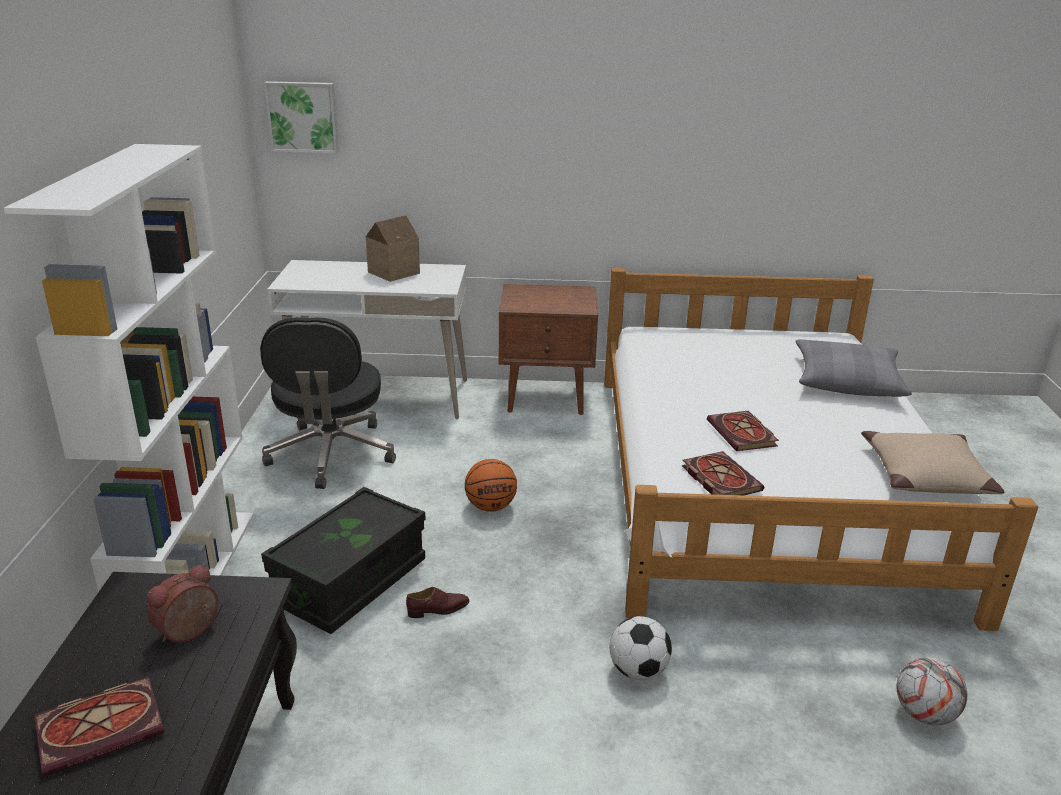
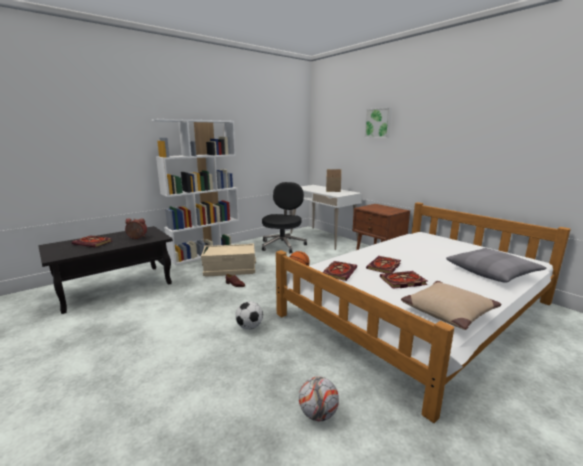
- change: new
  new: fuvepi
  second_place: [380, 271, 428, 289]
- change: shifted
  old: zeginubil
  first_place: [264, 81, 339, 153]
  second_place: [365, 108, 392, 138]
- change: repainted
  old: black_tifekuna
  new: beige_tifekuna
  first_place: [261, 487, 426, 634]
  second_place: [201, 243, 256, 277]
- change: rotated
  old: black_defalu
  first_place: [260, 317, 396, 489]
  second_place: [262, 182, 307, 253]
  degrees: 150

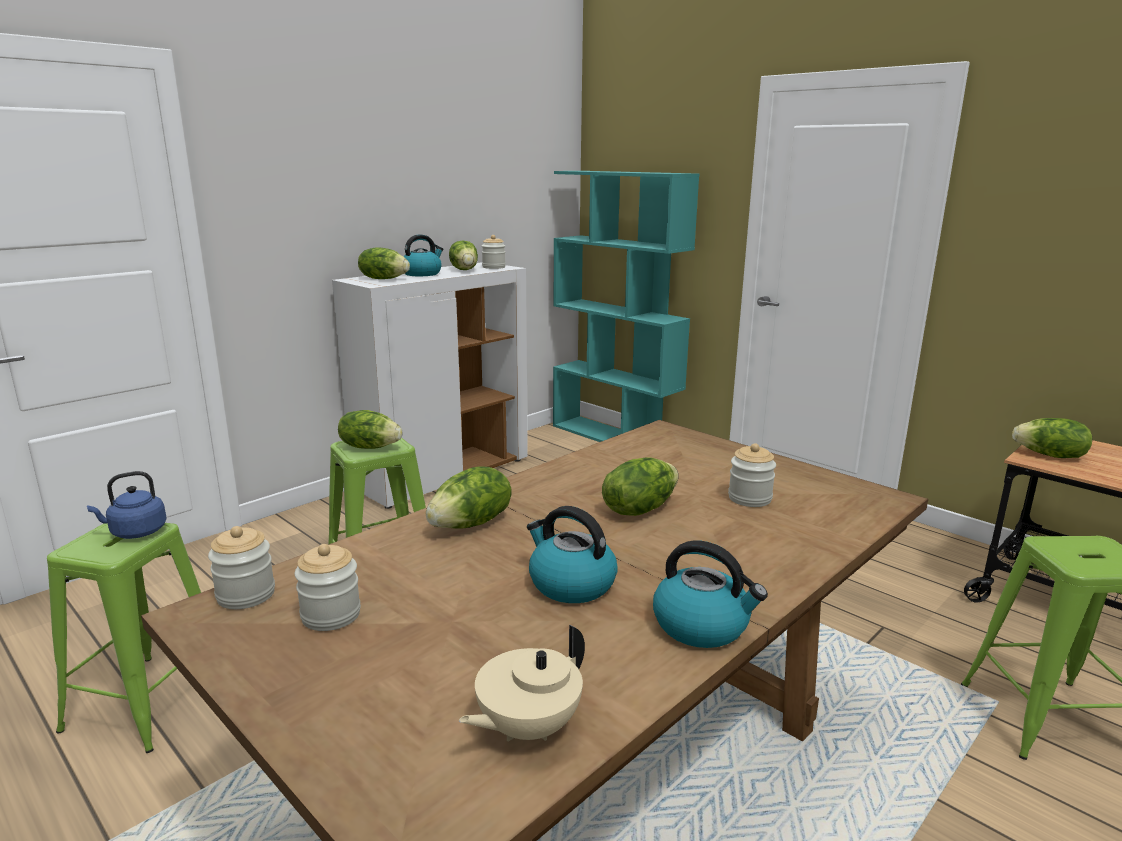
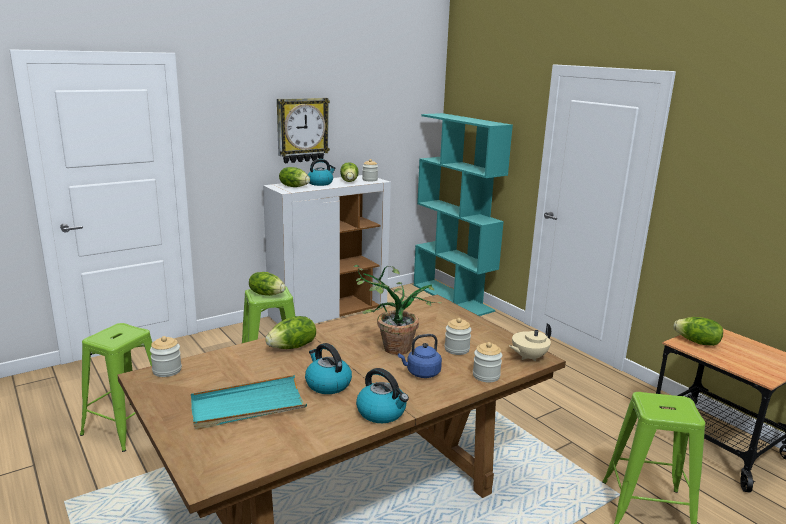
- change: new
  new: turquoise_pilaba
  second_place: [190, 375, 307, 430]
- change: new
  new: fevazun
  second_place: [277, 98, 330, 163]
- change: shifted
  old: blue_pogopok
  first_place: [87, 471, 167, 539]
  second_place: [398, 334, 442, 378]
- change: shifted
  old: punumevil
  first_place: [295, 544, 361, 631]
  second_place: [473, 342, 502, 382]
- change: shifted
  old: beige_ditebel
  first_place: [459, 625, 585, 742]
  second_place: [509, 323, 551, 361]
- change: swapped
  old: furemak
  new: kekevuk
  first_place: [602, 457, 679, 516]
  second_place: [353, 265, 441, 355]

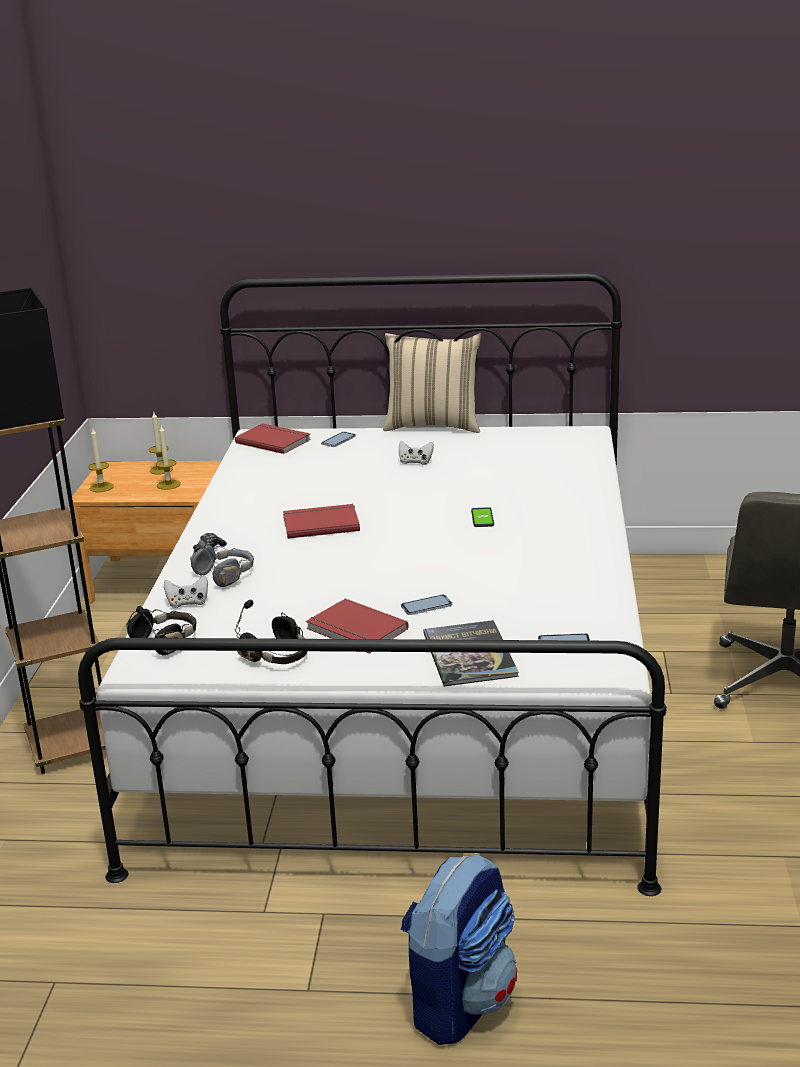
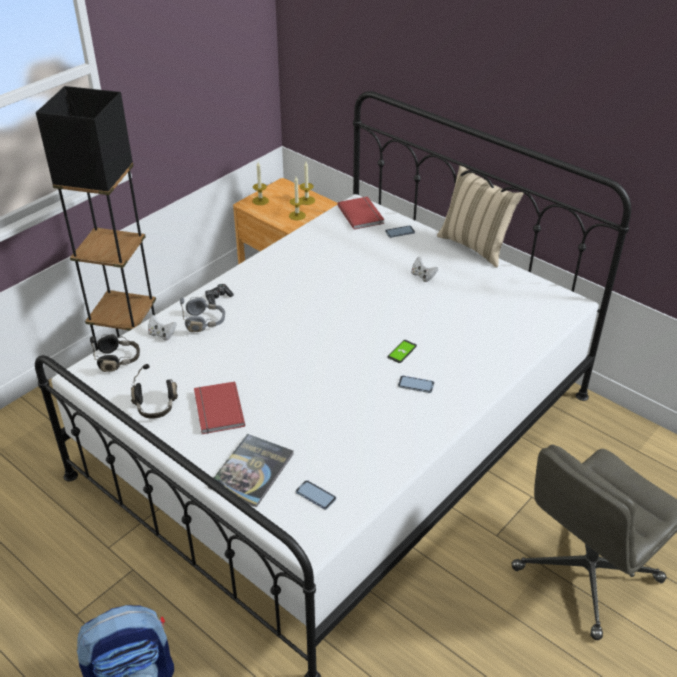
- change: gone
  old: red_fuvepi
  first_place: [283, 504, 360, 539]
- change: shifted
  old: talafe
  first_place: [401, 594, 452, 615]
  second_place: [398, 376, 434, 393]

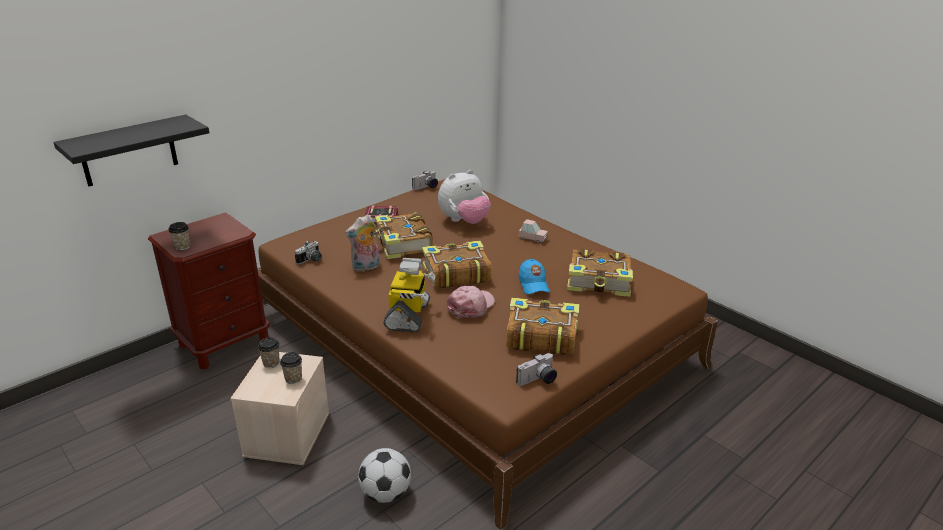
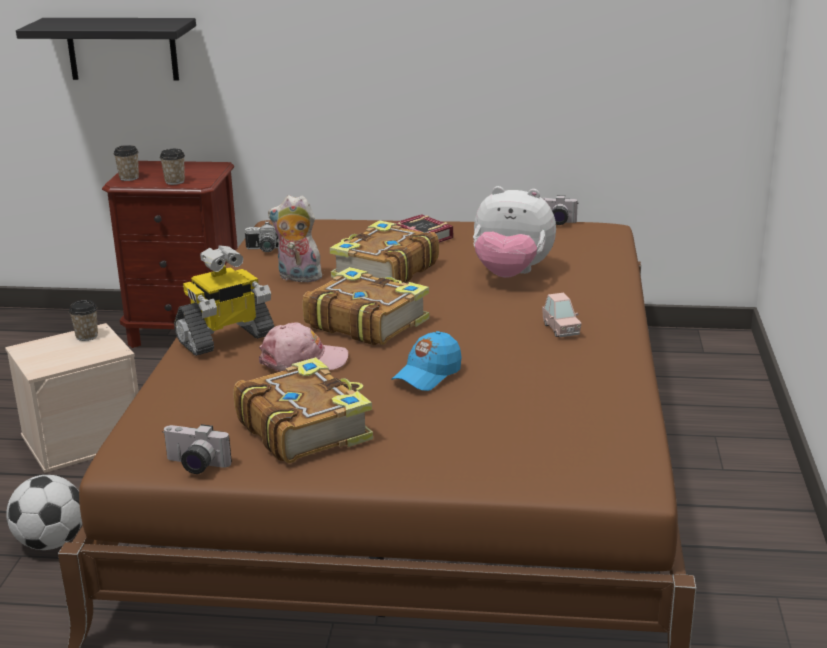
- change: gone
  old: fuvepi
  first_place: [567, 248, 633, 297]
- change: shifted
  old: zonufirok
  first_place: [280, 352, 302, 384]
  second_place: [160, 149, 185, 185]

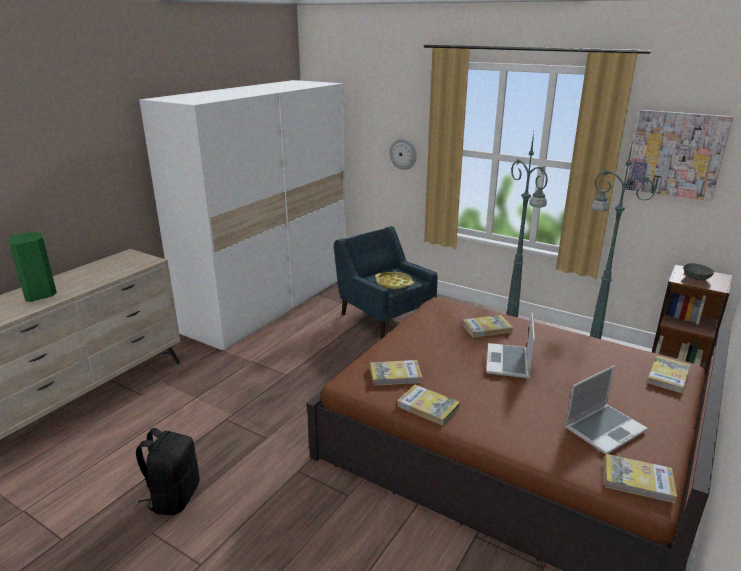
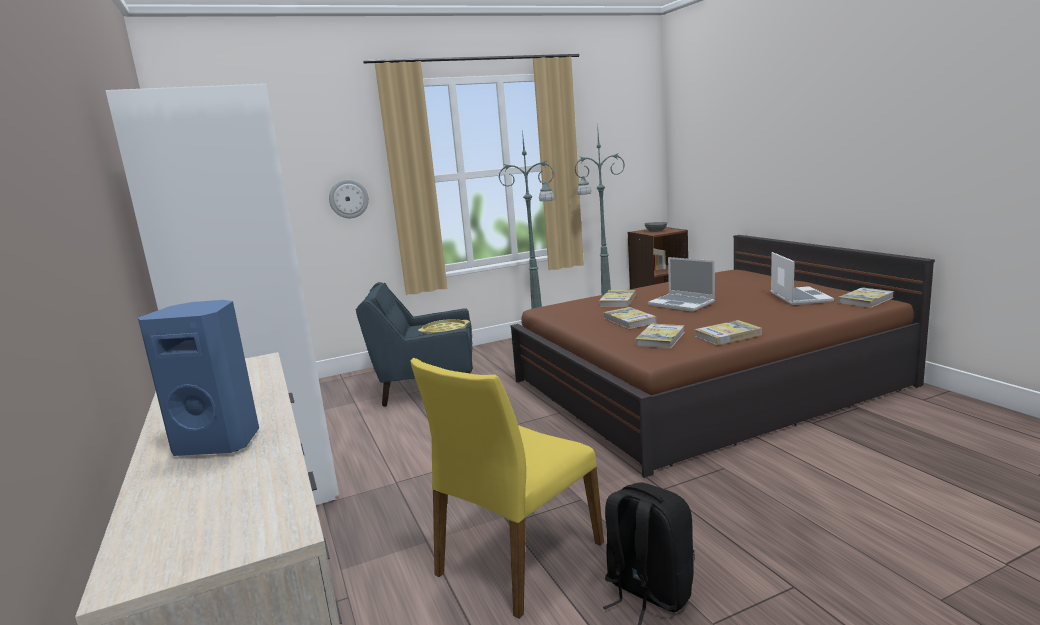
- change: gone
  old: zeginubil
  first_place: [625, 110, 733, 201]
- change: new
  new: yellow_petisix
  second_place: [411, 358, 604, 618]
- change: shifted
  old: fuvepi
  first_place: [647, 356, 690, 393]
  second_place: [603, 307, 657, 329]
- change: repainted
  old: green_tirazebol
  new: blue_tirazebol
  first_place: [9, 232, 57, 302]
  second_place: [138, 300, 259, 456]

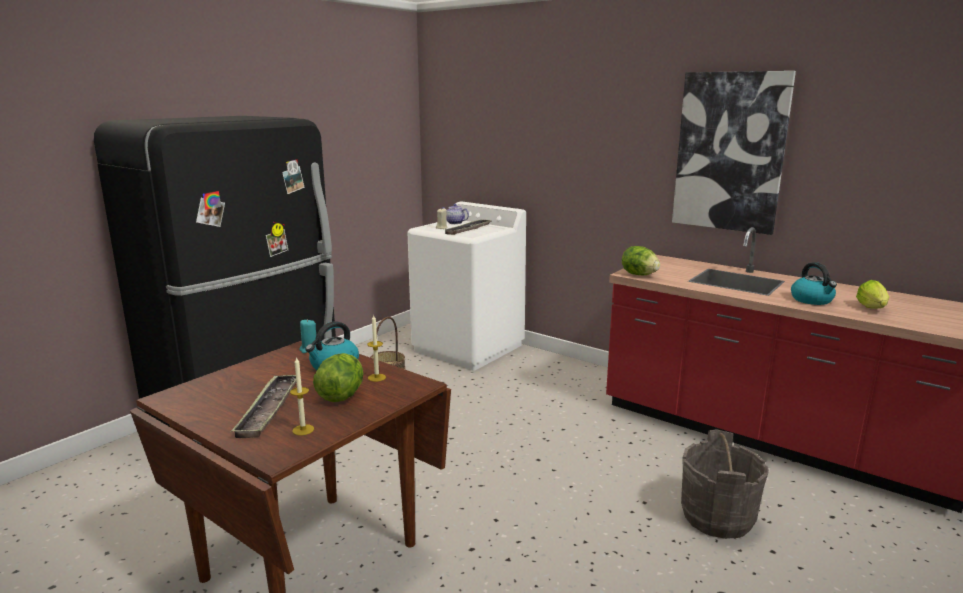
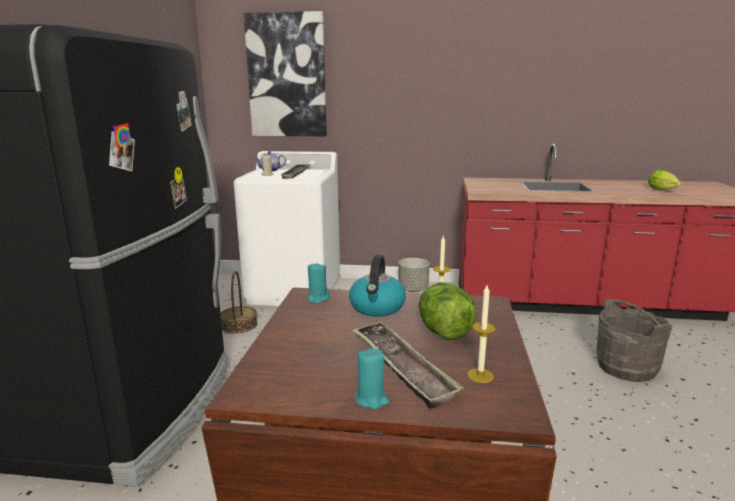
- change: gone
  old: furemak
  first_place: [622, 246, 660, 275]
- change: gone
  old: pogopok
  first_place: [791, 262, 837, 305]
- change: new
  new: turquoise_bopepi
  second_place: [355, 348, 389, 409]
- change: new
  new: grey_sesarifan
  second_place: [398, 258, 430, 292]
- change: shifted
  old: zeginubil
  first_place: [672, 71, 796, 235]
  second_place: [244, 11, 327, 136]

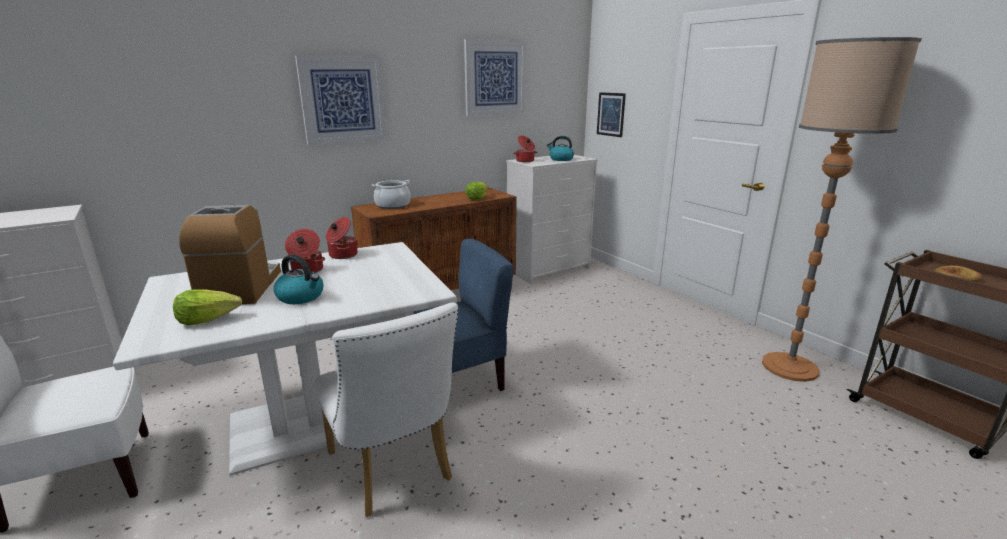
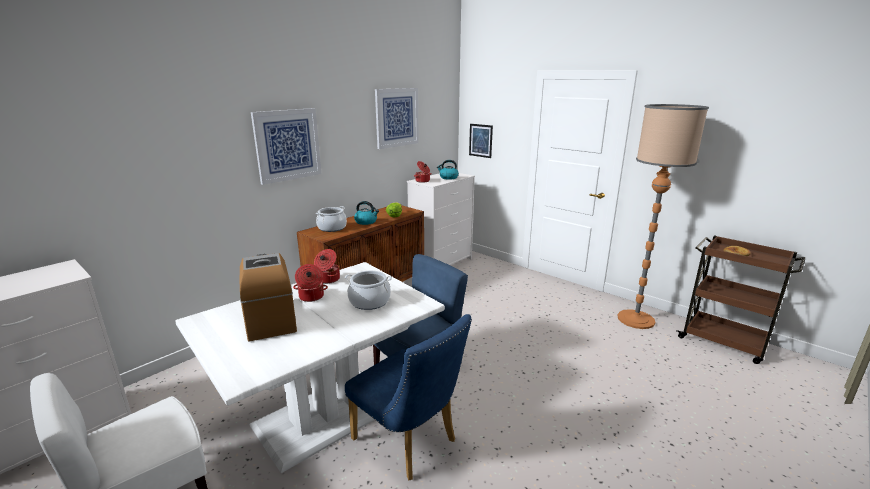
- change: gone
  old: furemak
  first_place: [173, 290, 242, 325]
- change: new
  new: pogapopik
  second_place: [345, 270, 392, 310]
- change: shifted
  old: pogopok
  first_place: [274, 254, 323, 304]
  second_place: [354, 201, 379, 225]
- change: repainted
  old: white_petisix
  new: blue_petisix
  first_place: [314, 303, 458, 517]
  second_place: [345, 314, 472, 481]

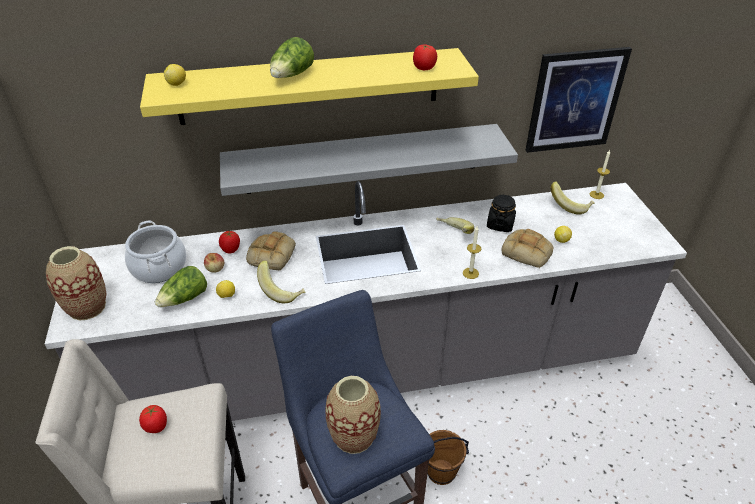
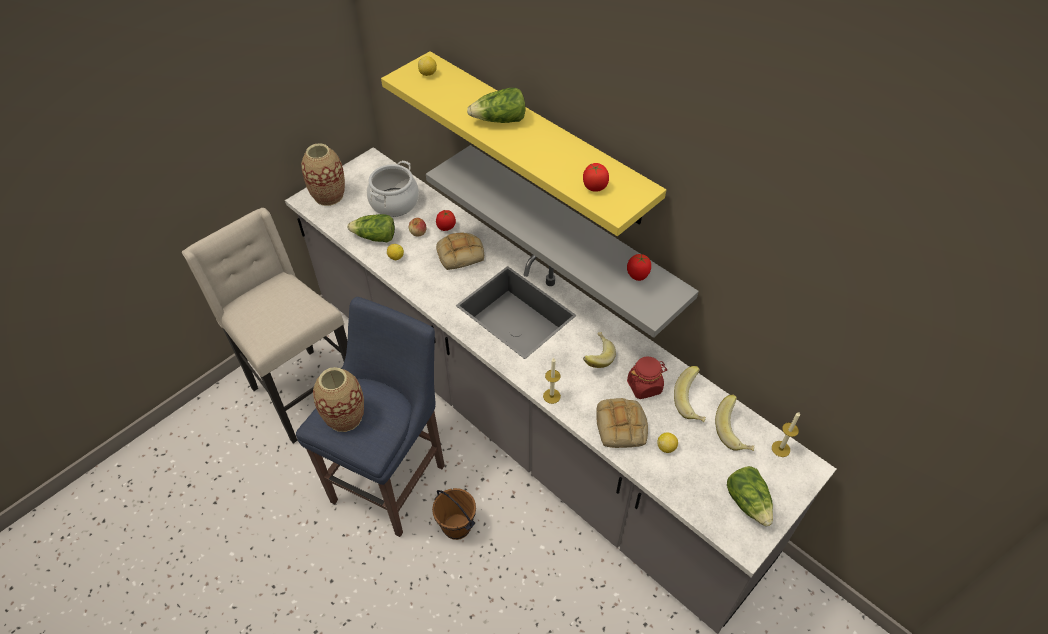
- change: gone
  old: zeginubil
  first_place: [526, 47, 632, 153]
- change: new
  new: furemak
  second_place: [727, 466, 773, 527]
- change: shifted
  old: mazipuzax
  first_place: [139, 405, 167, 433]
  second_place: [627, 254, 651, 281]
- change: shifted
  old: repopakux
  first_place: [257, 260, 306, 304]
  second_place: [674, 366, 706, 422]
- change: repainted
  old: black_punumevil
  new: red_punumevil
  first_place: [487, 194, 516, 232]
  second_place: [627, 356, 667, 399]

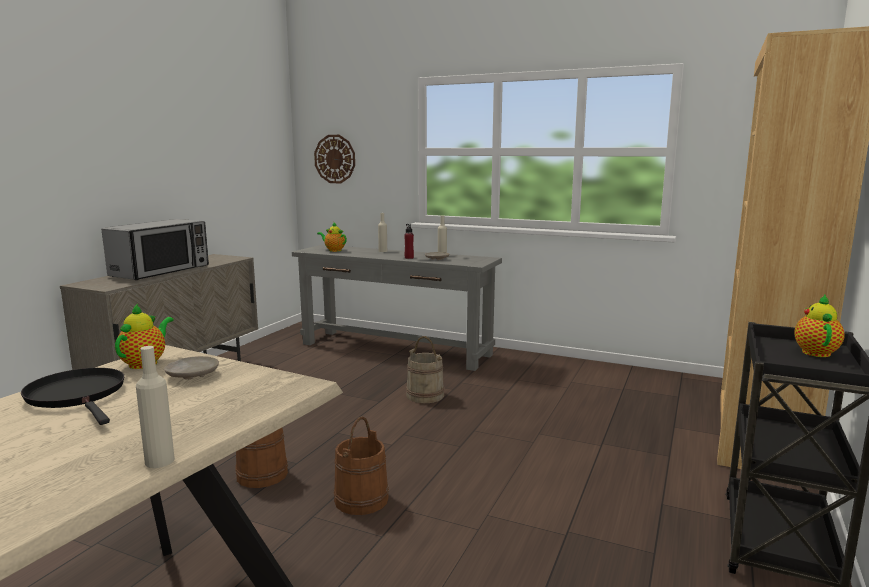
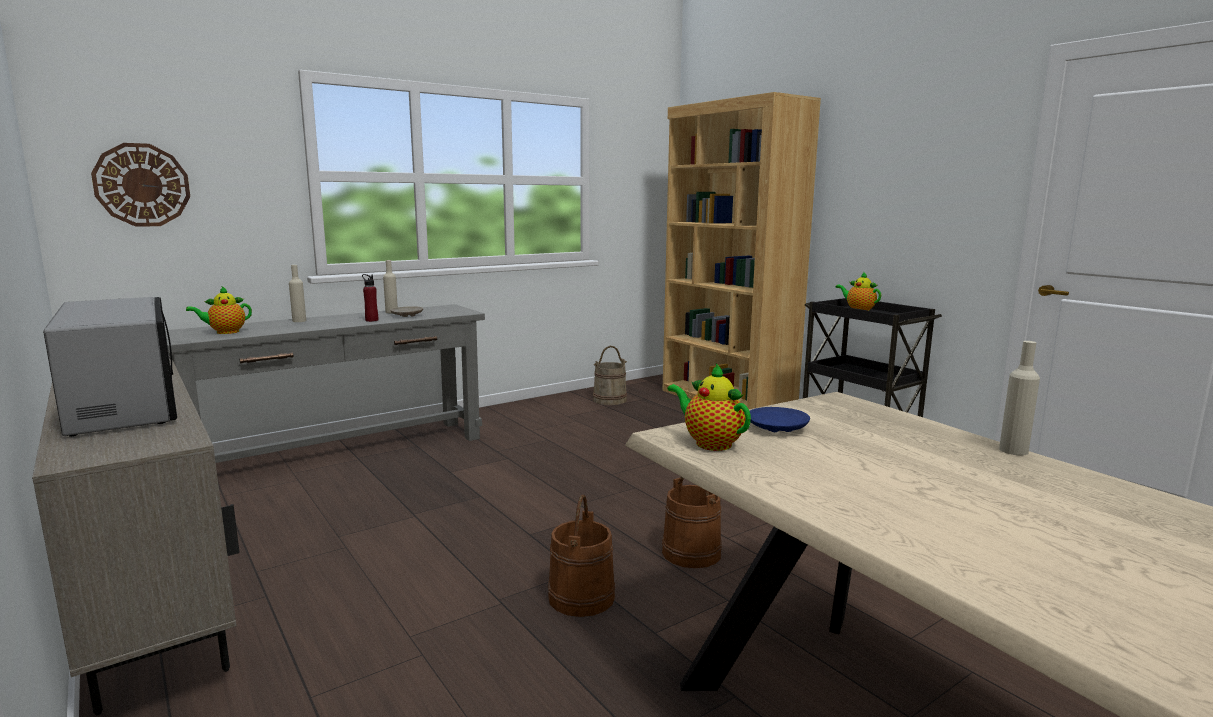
- change: gone
  old: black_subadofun
  first_place: [21, 368, 124, 425]
- change: shifted
  old: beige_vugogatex
  first_place: [406, 336, 445, 403]
  second_place: [593, 346, 627, 405]
- change: repainted
  old: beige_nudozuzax
  new: blue_nudozuzax
  first_place: [164, 356, 219, 379]
  second_place: [750, 407, 810, 432]

